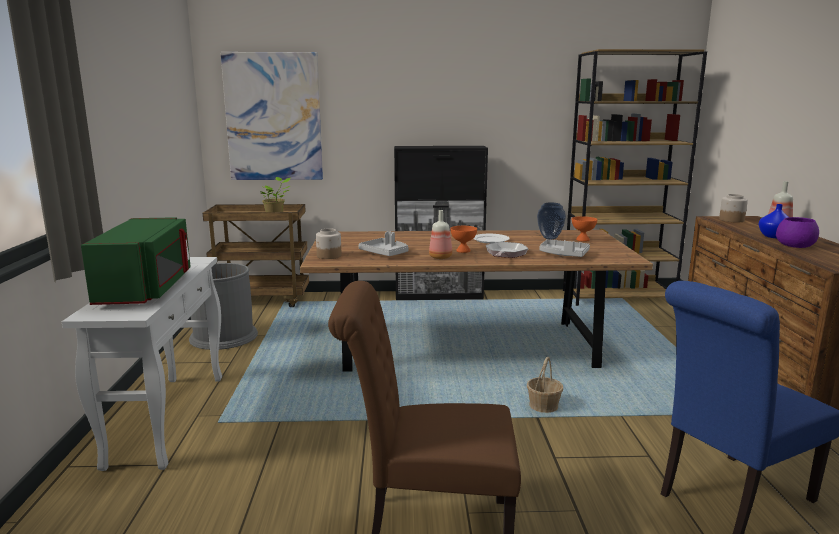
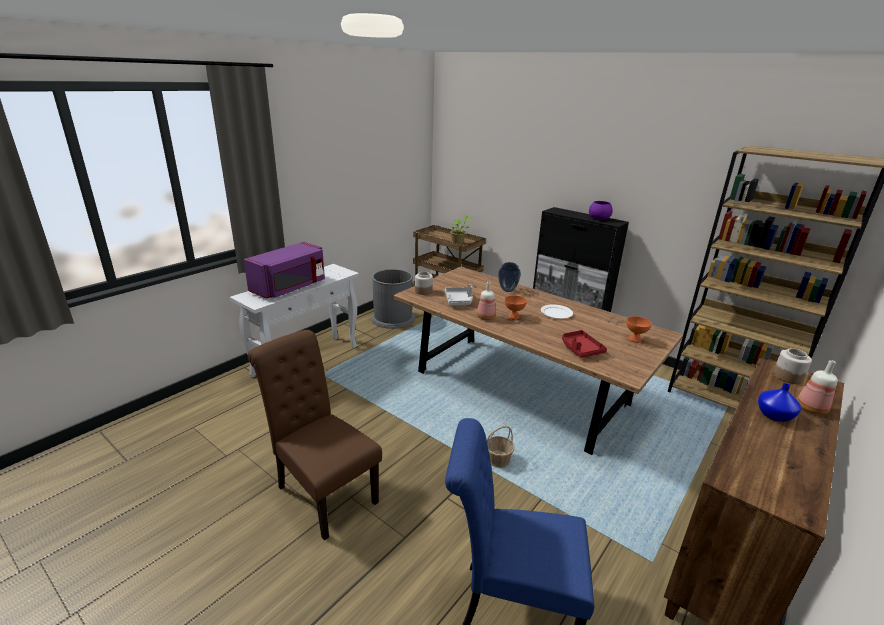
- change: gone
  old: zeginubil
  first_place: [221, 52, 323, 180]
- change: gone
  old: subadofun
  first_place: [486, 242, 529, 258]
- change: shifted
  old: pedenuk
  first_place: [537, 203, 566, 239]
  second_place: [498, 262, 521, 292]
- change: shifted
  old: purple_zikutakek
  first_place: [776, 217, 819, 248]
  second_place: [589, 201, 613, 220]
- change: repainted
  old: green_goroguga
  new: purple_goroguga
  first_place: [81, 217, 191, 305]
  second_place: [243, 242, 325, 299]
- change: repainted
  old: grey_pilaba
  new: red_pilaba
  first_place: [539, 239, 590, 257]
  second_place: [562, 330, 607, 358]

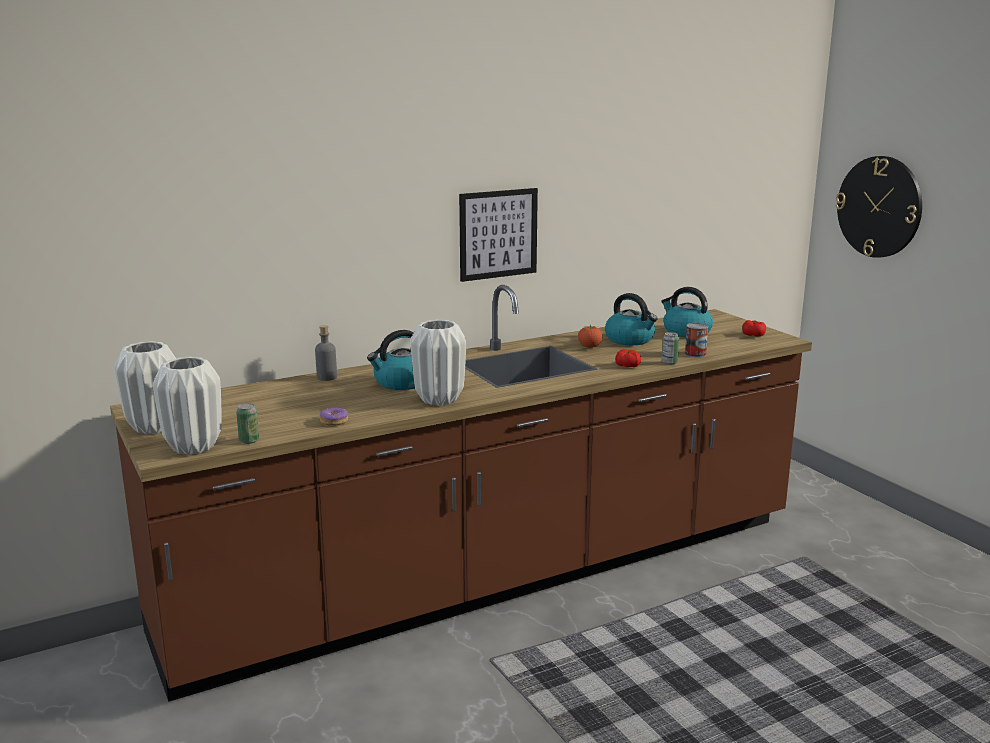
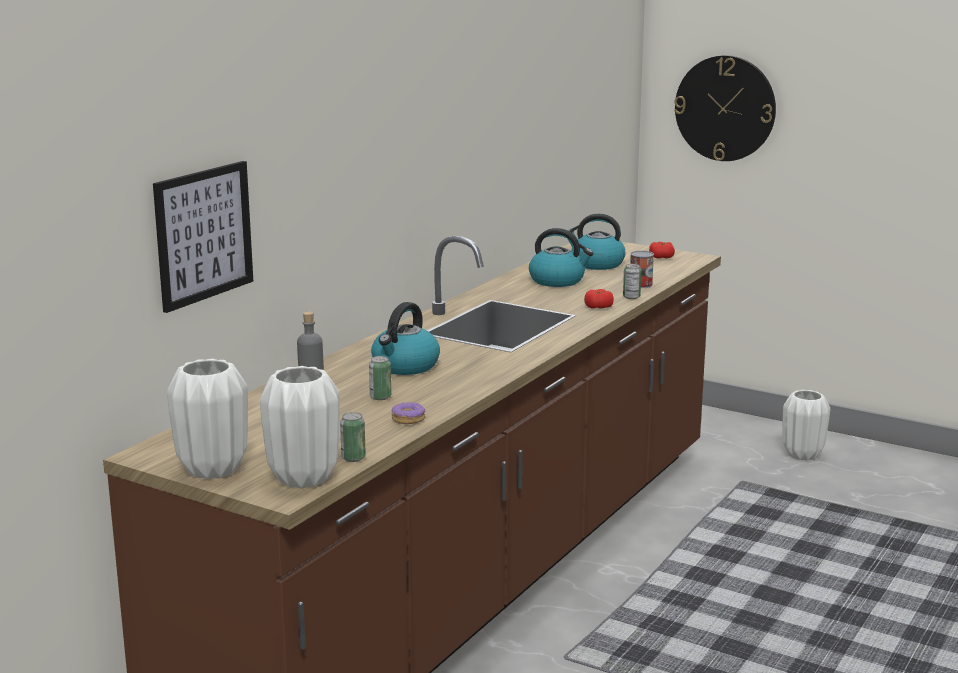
- change: gone
  old: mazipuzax
  first_place: [578, 325, 602, 348]
- change: new
  new: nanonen
  second_place: [369, 356, 391, 400]
- change: shifted
  old: white_pedenuk
  first_place: [411, 320, 466, 405]
  second_place: [782, 390, 830, 461]
- change: shifted
  old: zeginubil
  first_place: [459, 188, 538, 282]
  second_place: [153, 161, 253, 313]

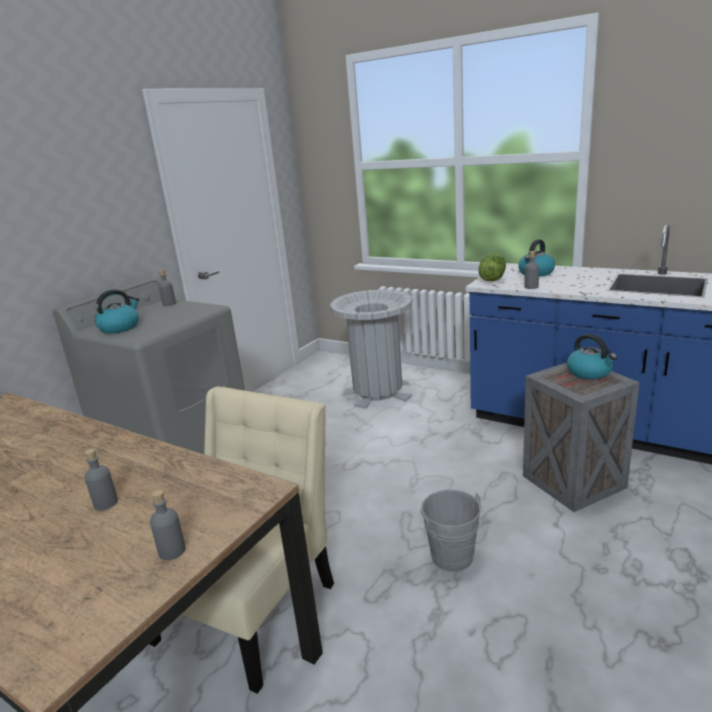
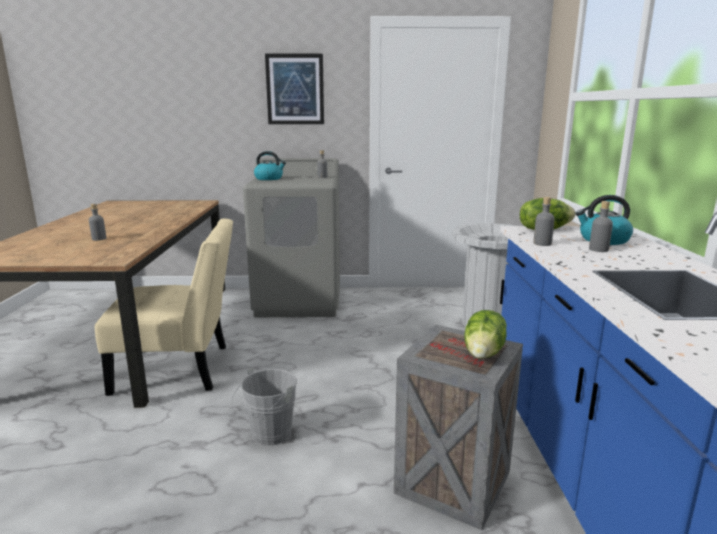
- change: new
  new: zeginubil
  second_place: [265, 54, 324, 124]
- change: shifted
  old: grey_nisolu
  first_place: [150, 489, 186, 560]
  second_place: [589, 201, 613, 252]
- change: swapped
  old: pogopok
  new: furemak
  first_place: [567, 334, 617, 379]
  second_place: [464, 310, 507, 359]

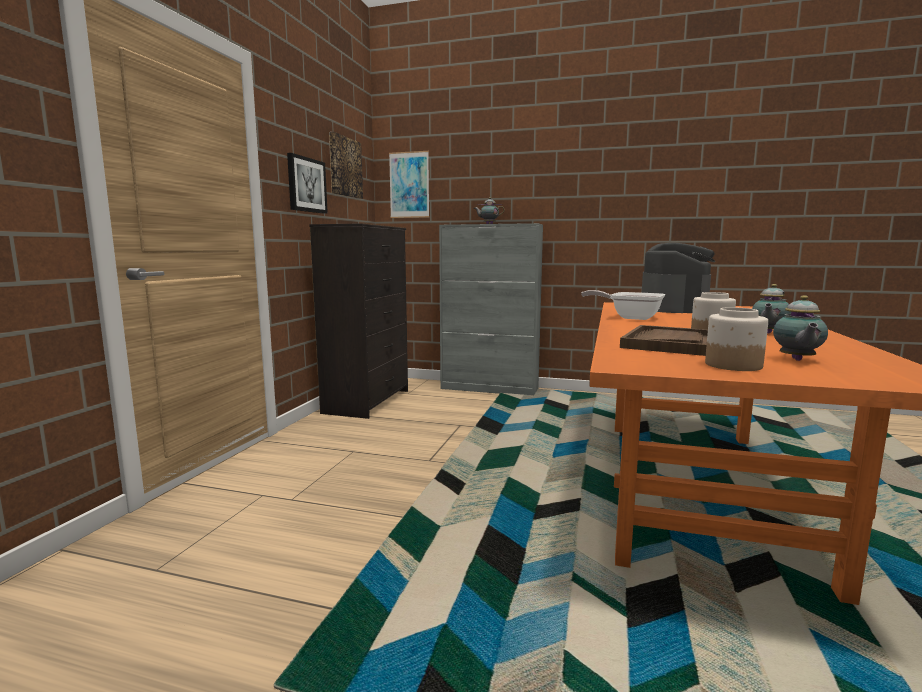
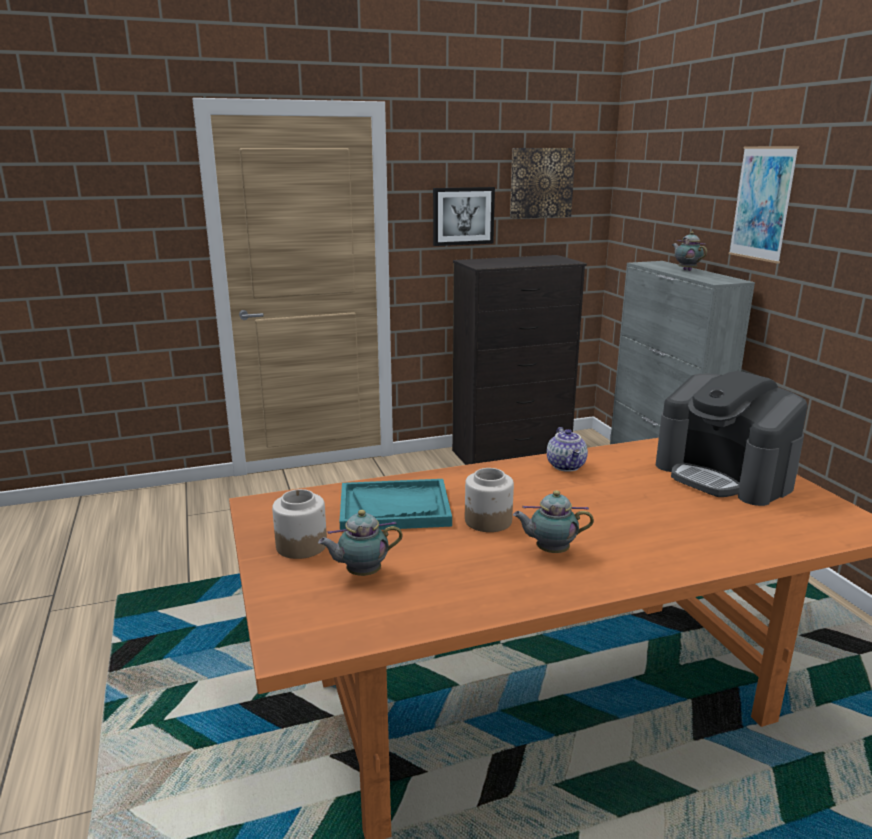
- change: shifted
  old: zeginubil
  first_place: [389, 151, 429, 218]
  second_place: [729, 146, 799, 264]
- change: swapped
  old: subadofun
  new: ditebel
  first_place: [581, 290, 665, 320]
  second_place: [547, 427, 588, 472]
- change: repainted
  old: brown_pilaba
  new: turquoise_pilaba
  first_place: [620, 325, 708, 356]
  second_place: [340, 479, 452, 532]
- change: rotated
  old: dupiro
  first_place: [642, 242, 715, 313]
  second_place: [656, 371, 807, 506]
  degrees: 75

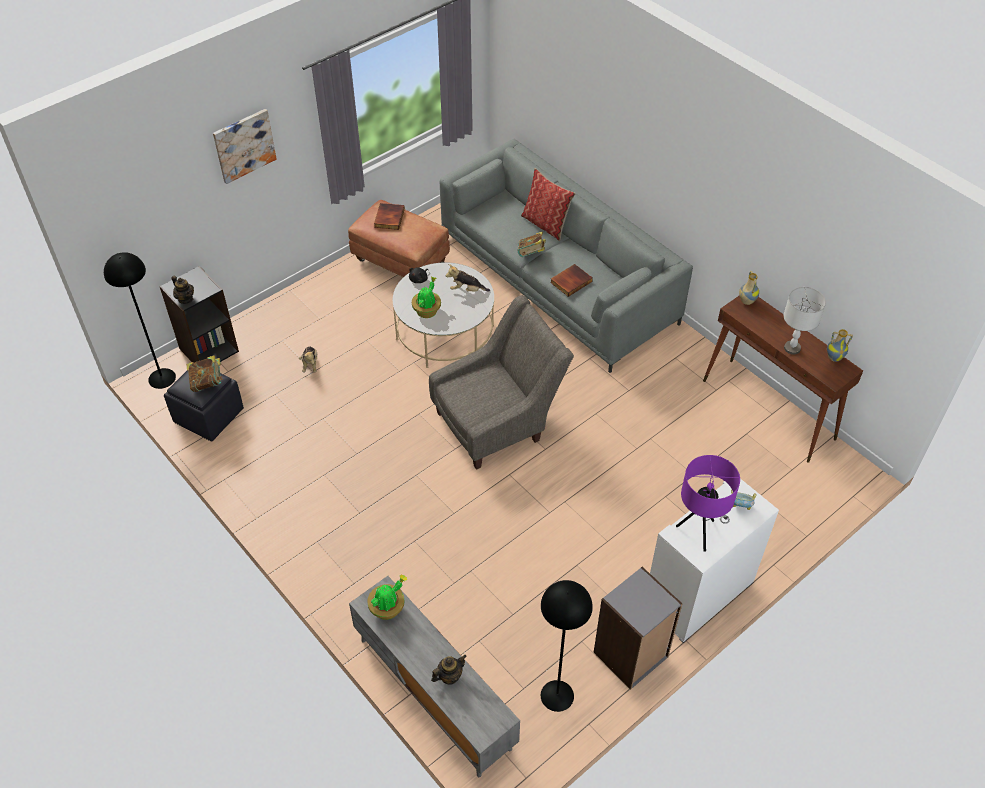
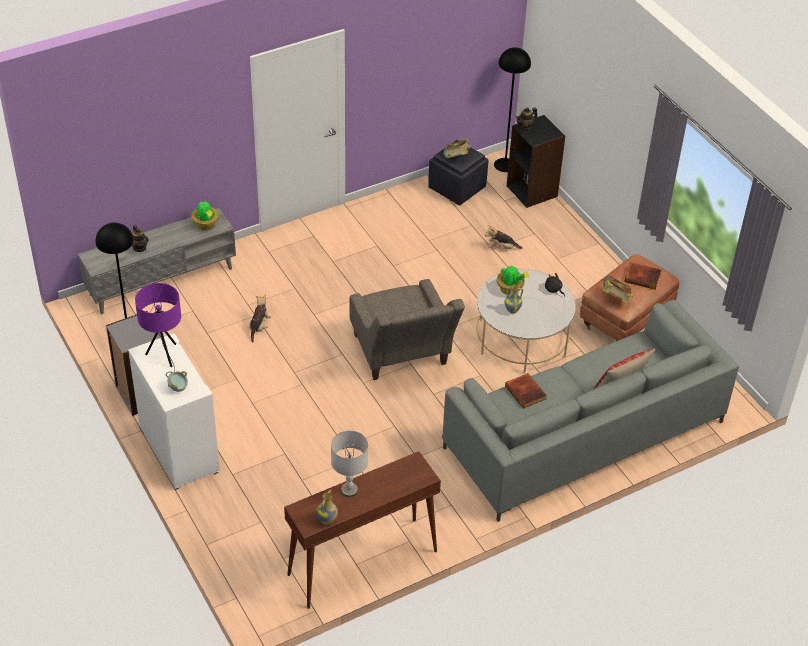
- change: gone
  old: zeginubil
  first_place: [213, 109, 277, 184]
- change: shifted
  old: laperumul
  first_place: [446, 264, 490, 292]
  second_place: [249, 295, 271, 342]
- change: shifted
  old: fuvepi
  first_place: [518, 232, 546, 257]
  second_place: [601, 275, 633, 304]
- change: shifted
  old: pedenuk
  first_place: [739, 271, 759, 305]
  second_place: [504, 285, 523, 313]

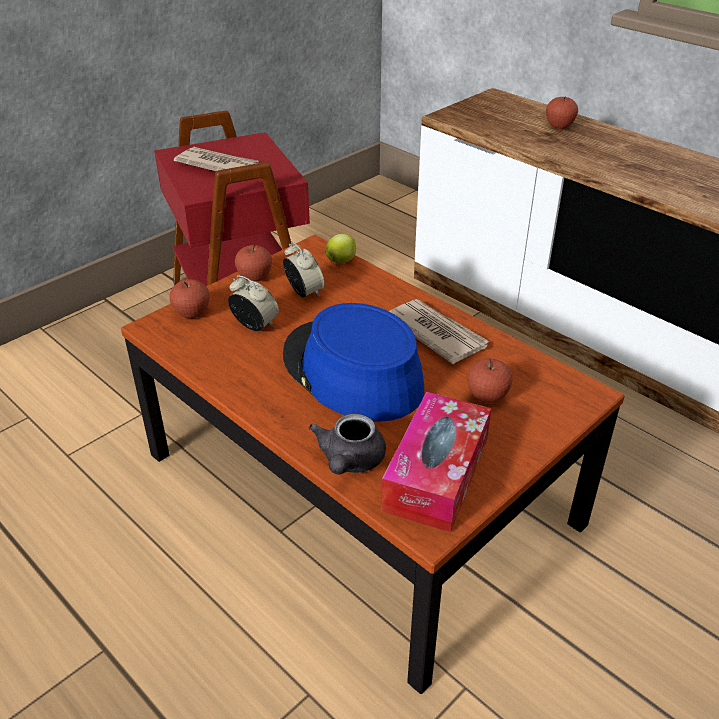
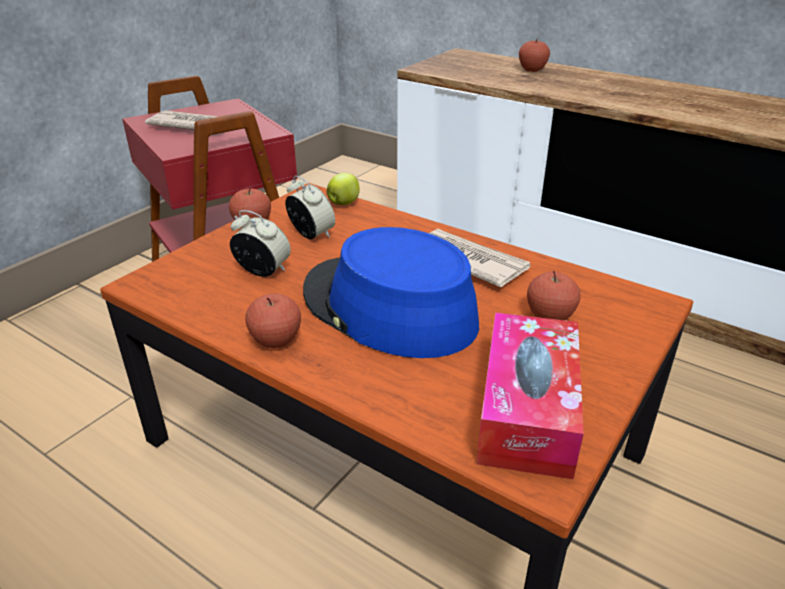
- change: gone
  old: grey_ditebel
  first_place: [309, 414, 386, 474]
- change: shifted
  old: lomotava
  first_place: [169, 279, 210, 318]
  second_place: [245, 293, 301, 348]

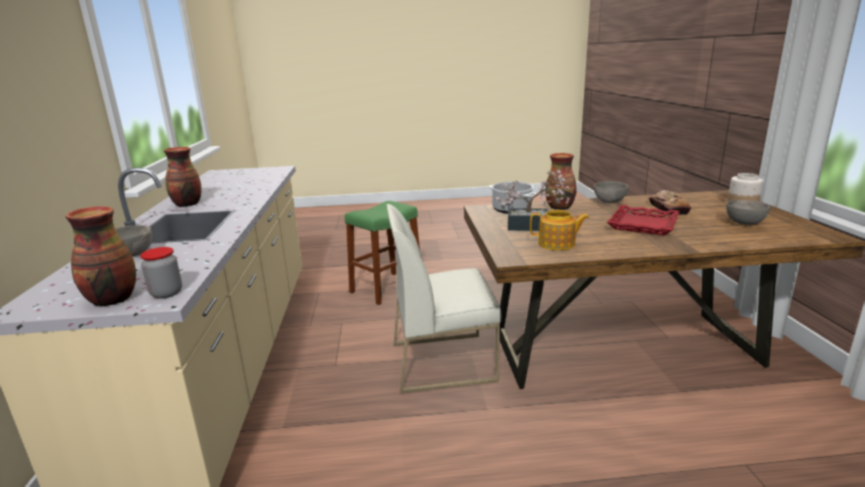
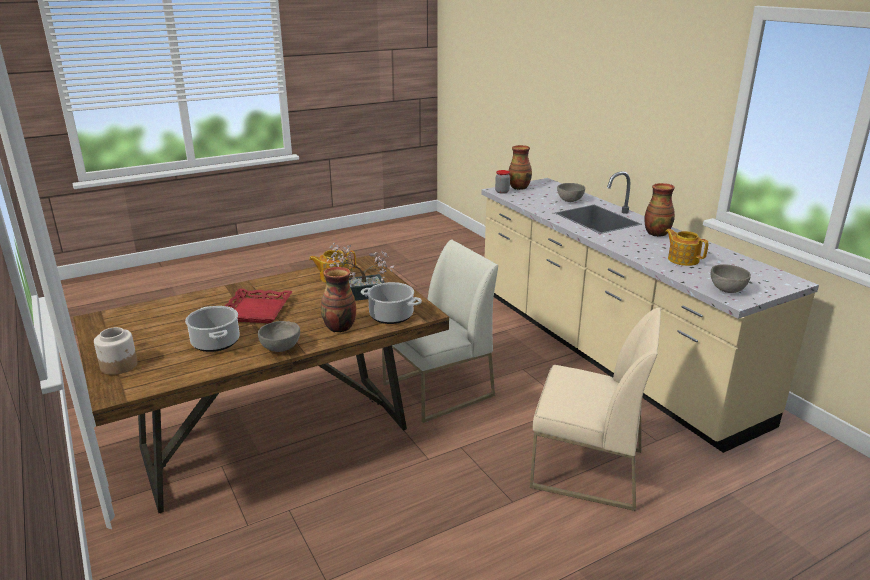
- change: new
  new: ditebel
  second_place: [665, 229, 708, 266]
- change: shifted
  old: grey_zikutakek
  first_place: [726, 200, 770, 225]
  second_place: [711, 264, 751, 293]
- change: swapped
  old: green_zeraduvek
  new: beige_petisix
  first_place: [345, 201, 420, 305]
  second_place: [530, 307, 661, 511]
- change: swapped
  old: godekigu
  new: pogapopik
  first_place: [649, 190, 691, 215]
  second_place: [185, 306, 239, 352]

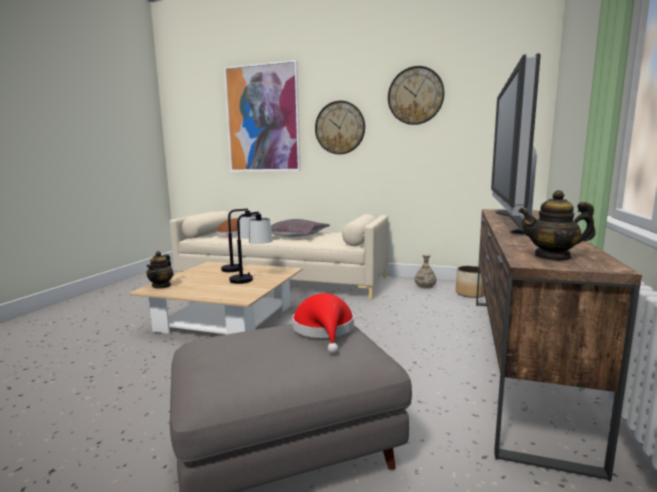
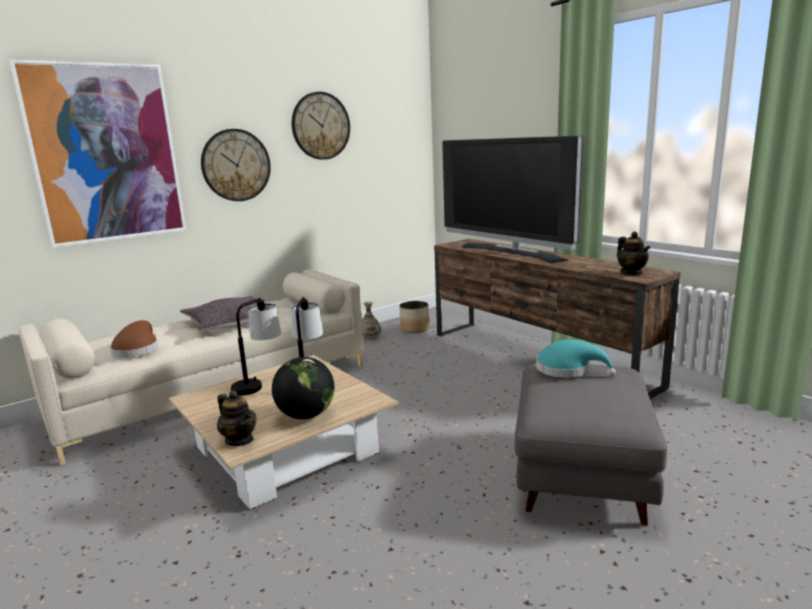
- change: new
  new: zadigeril
  second_place: [272, 357, 335, 419]
- change: repainted
  old: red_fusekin
  new: turquoise_fusekin
  first_place: [292, 293, 354, 354]
  second_place: [536, 340, 616, 378]
- change: rotated
  old: ditebel
  first_place: [518, 190, 596, 261]
  second_place: [617, 231, 650, 275]
  degrees: -60

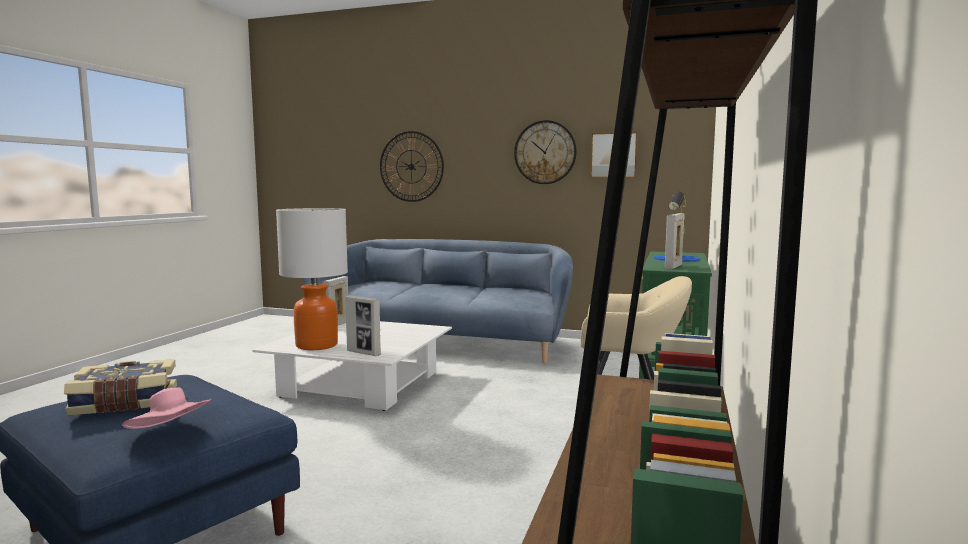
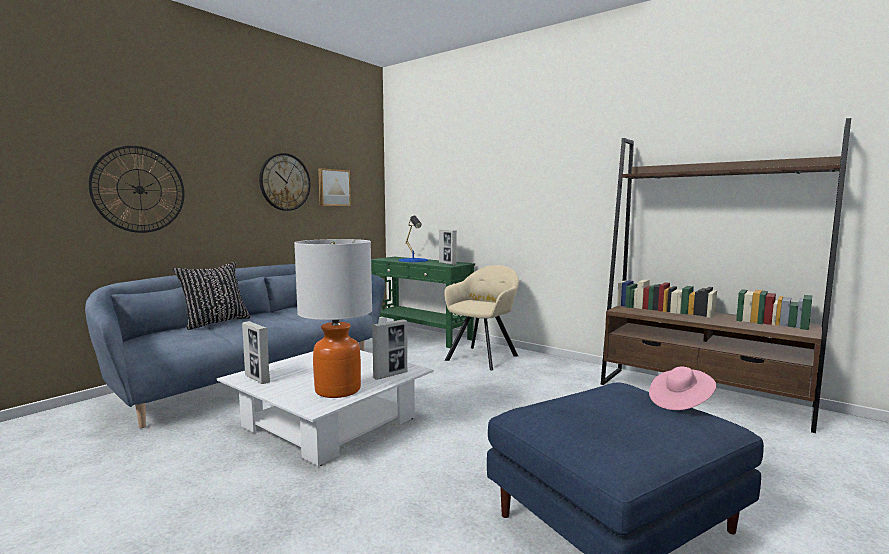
- change: gone
  old: fuvepi
  first_place: [64, 359, 177, 415]
- change: new
  new: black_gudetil
  second_place: [173, 262, 251, 330]

